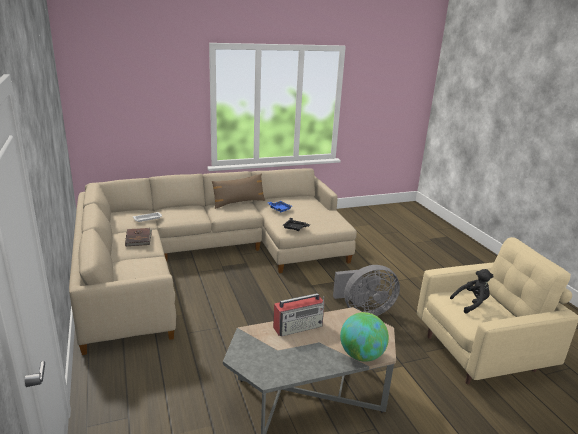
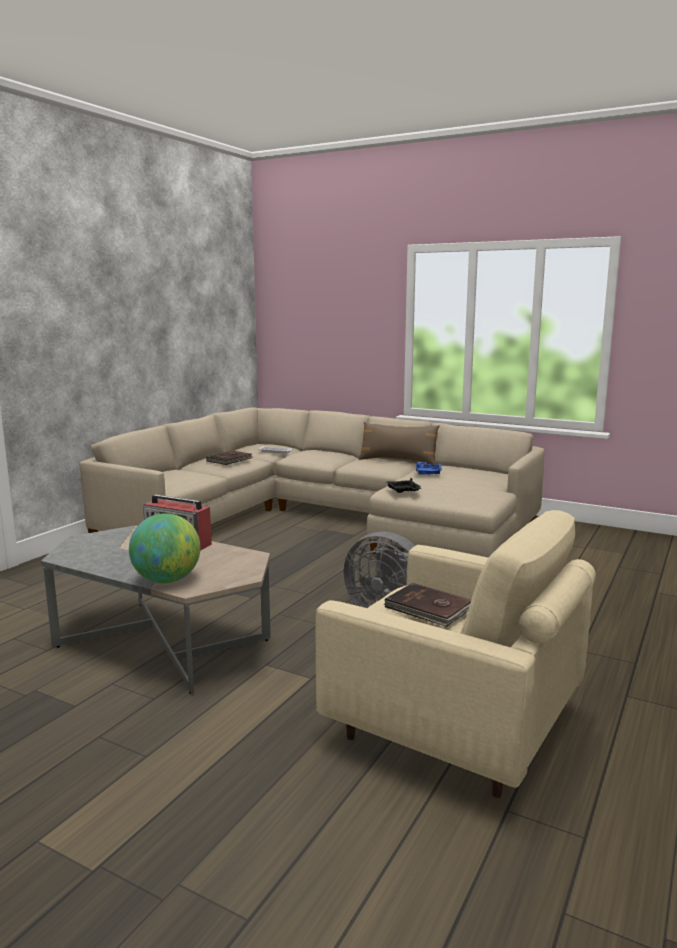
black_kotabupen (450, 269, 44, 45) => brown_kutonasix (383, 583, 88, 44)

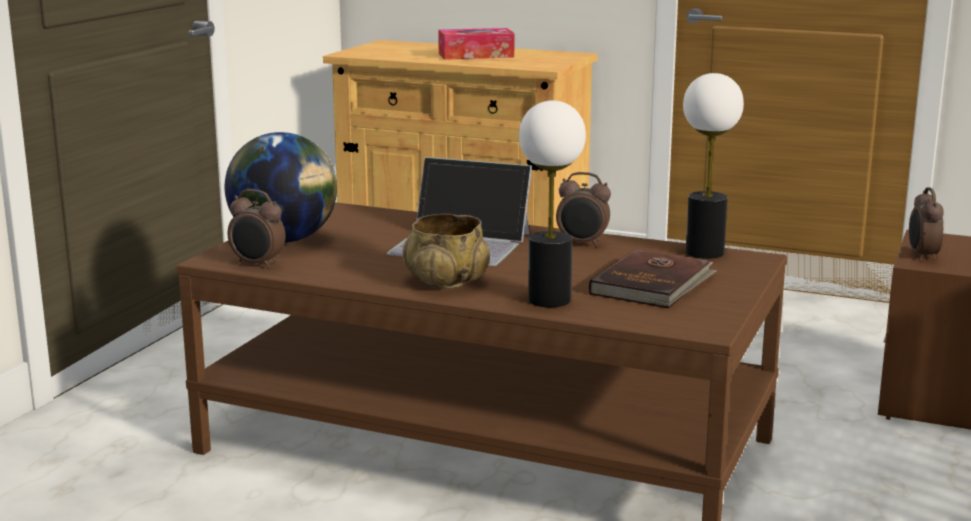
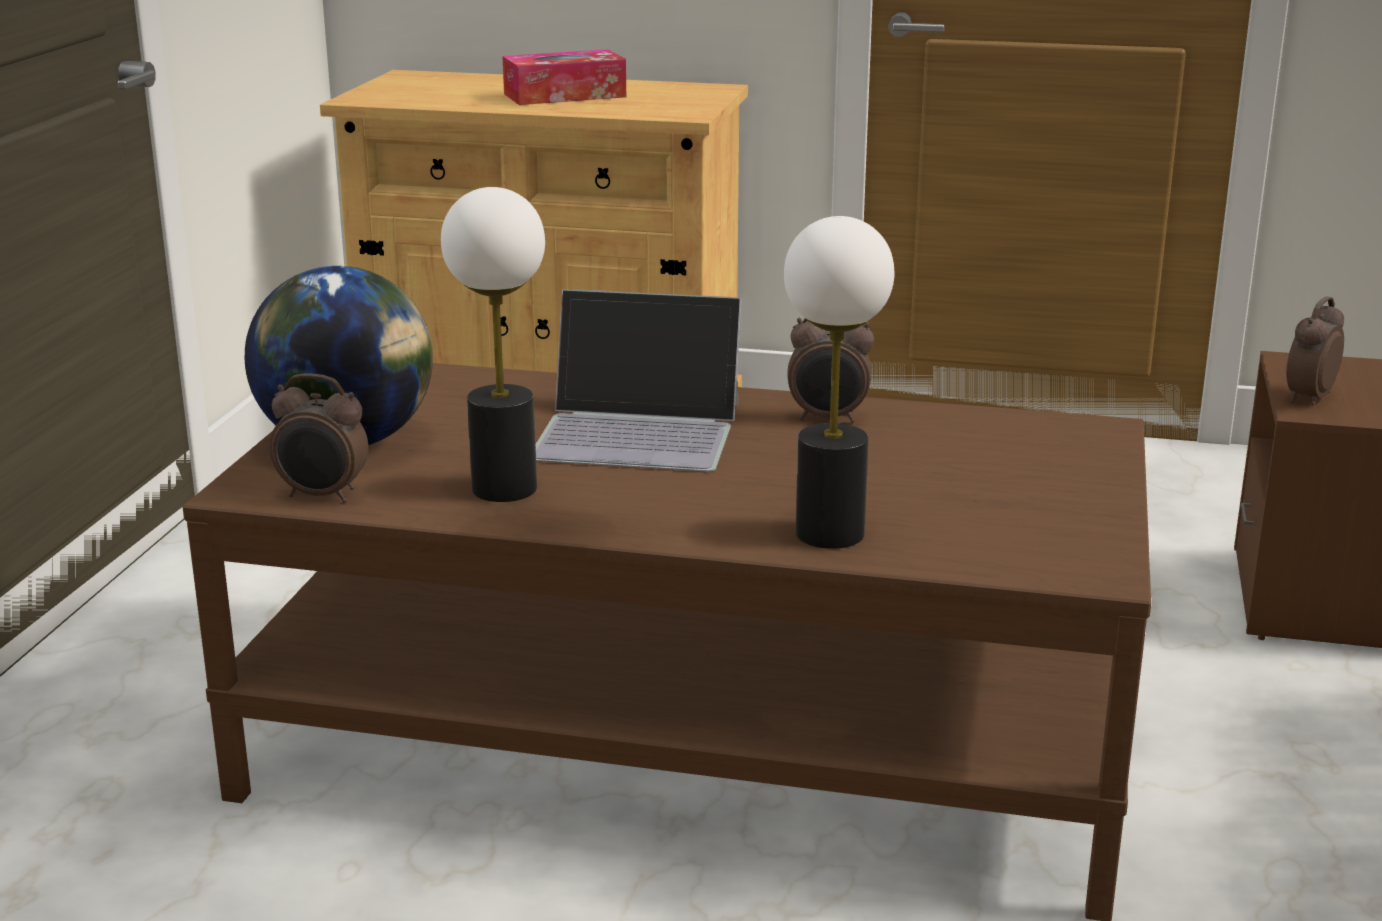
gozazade (683, 73, 61, 186) => gozazade (441, 187, 104, 315), relocated
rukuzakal (909, 187, 35, 74) => rukuzakal (1286, 296, 58, 109), 45 degrees clockwise
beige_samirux (403, 214, 87, 74) => nothing
brown_kutonasix (589, 249, 128, 59) => nothing

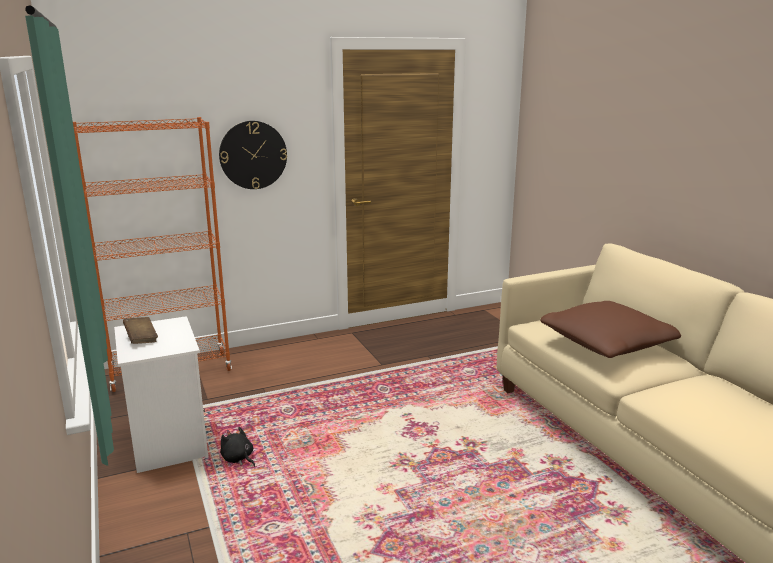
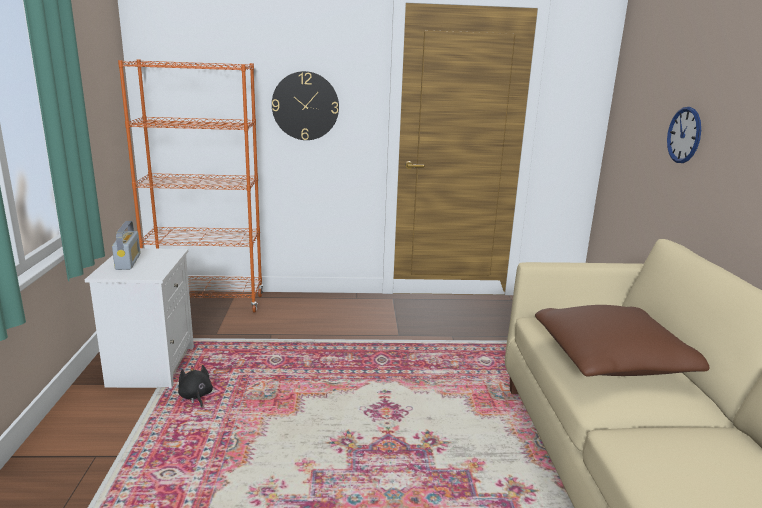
brown_kutonasix (123, 317, 35, 27) => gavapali (112, 221, 29, 49)
nothing => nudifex (667, 107, 34, 56)

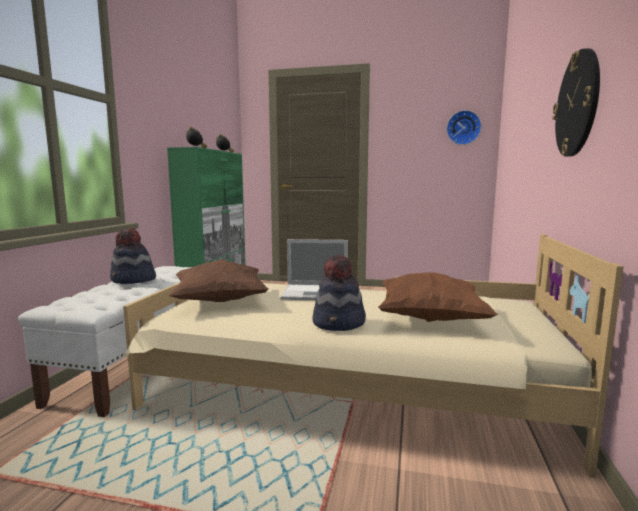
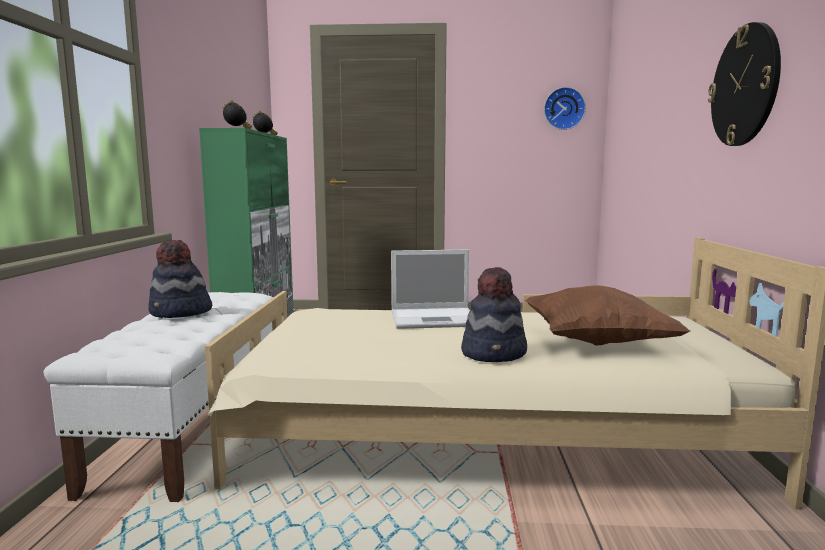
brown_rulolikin (168, 259, 100, 43) => nothing

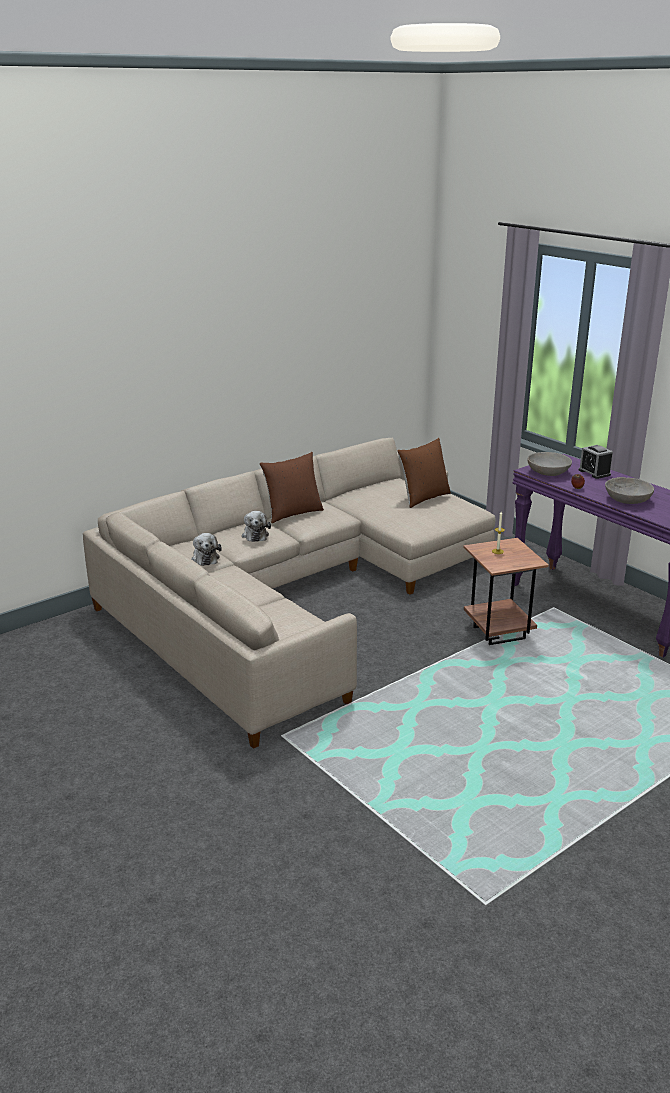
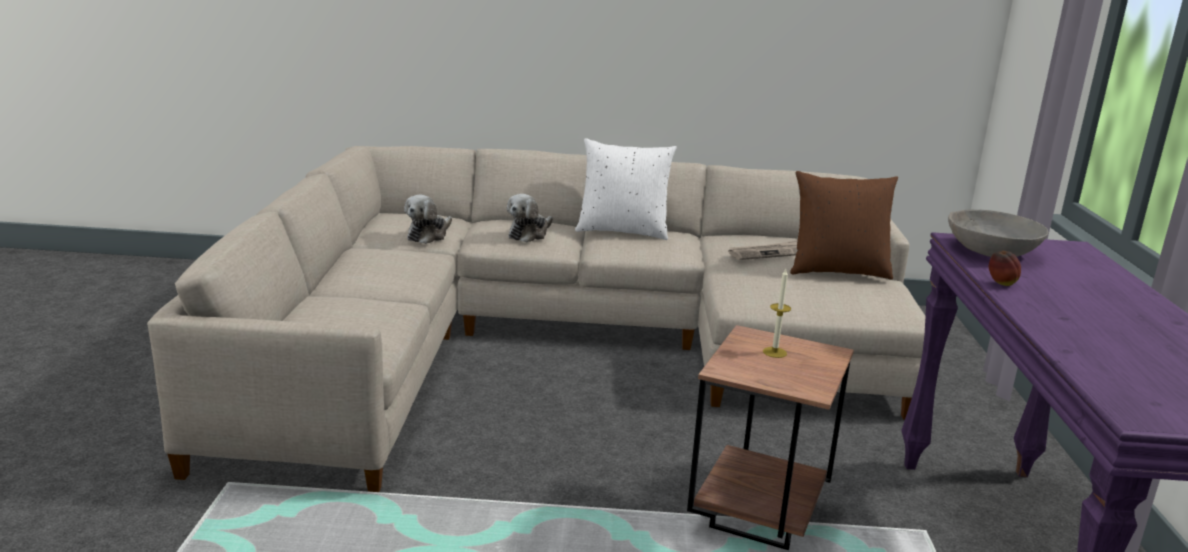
rukuzakal (579, 445, 34, 34) => nothing
brown_rulolikin (260, 452, 64, 71) => white_rulolikin (575, 138, 102, 102)
grey_samirux (605, 477, 49, 27) => nothing
nothing => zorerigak (728, 240, 69, 20)

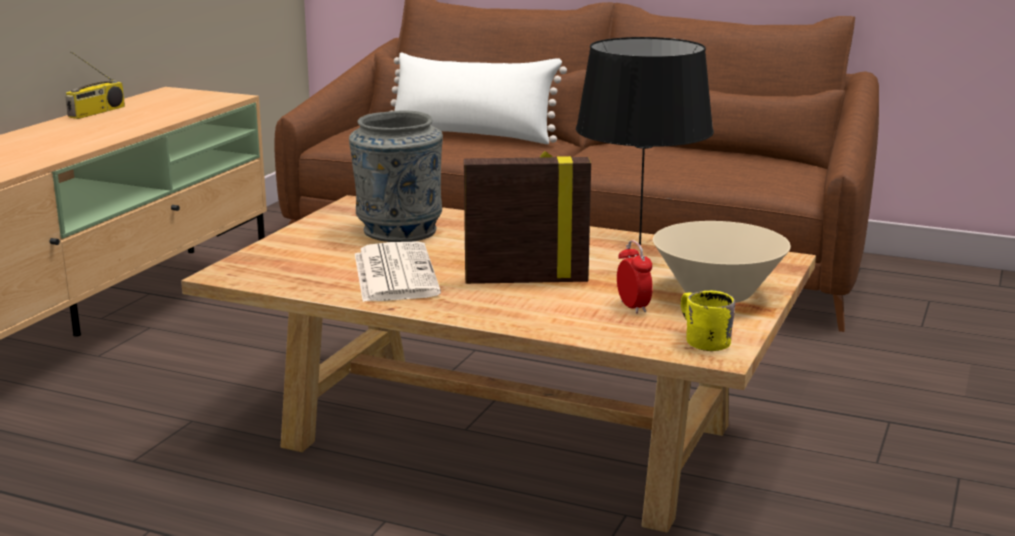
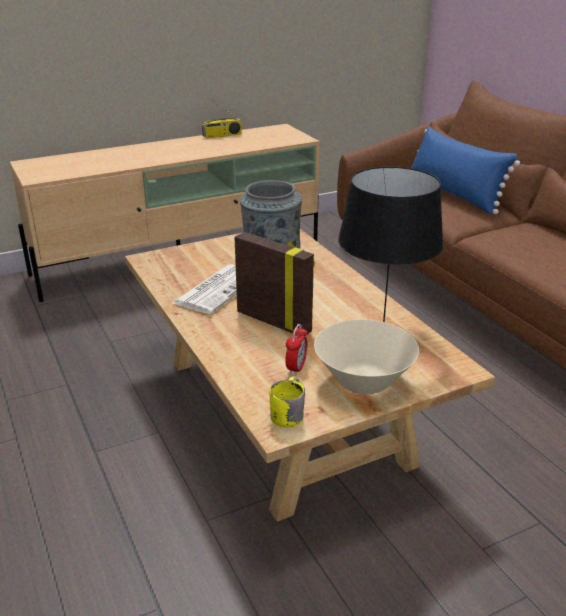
white_rulolikin (391, 52, 176, 92) => blue_rulolikin (411, 126, 109, 89)

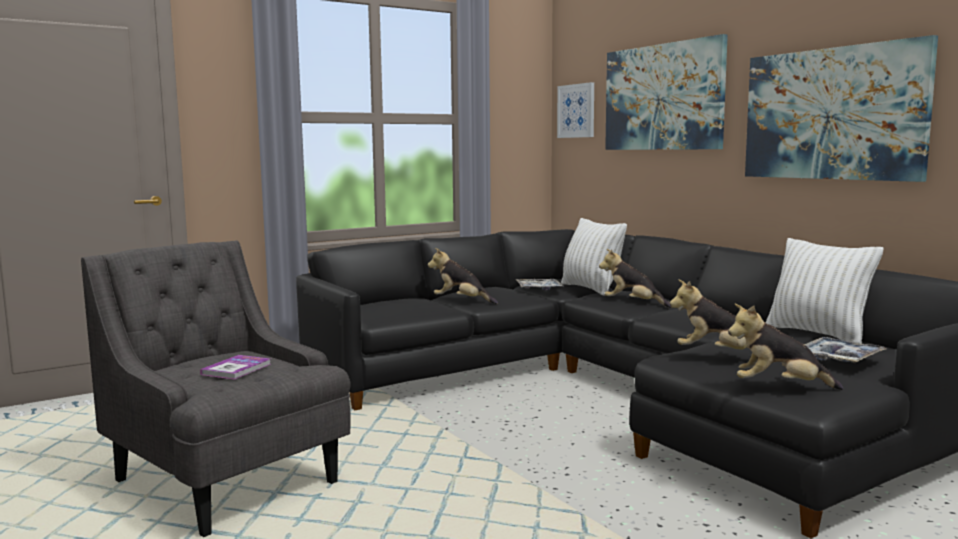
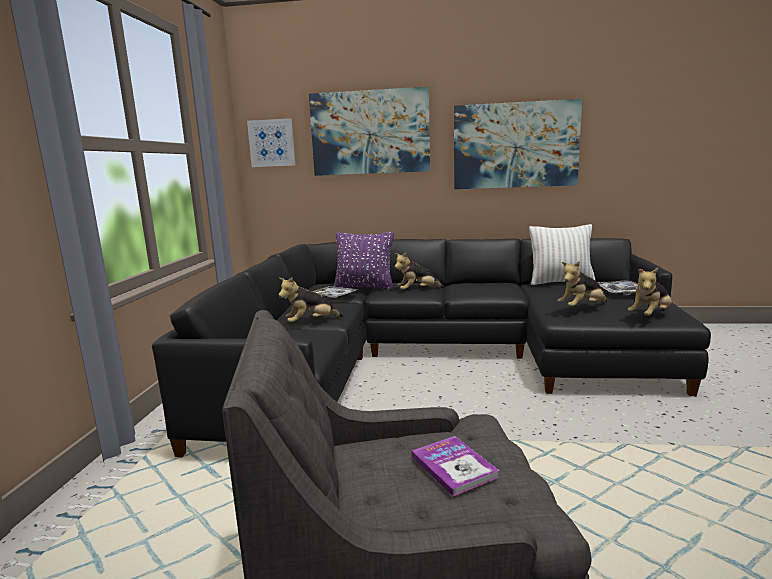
white_rulolikin (561, 218, 66, 78) => purple_rulolikin (334, 232, 60, 58)

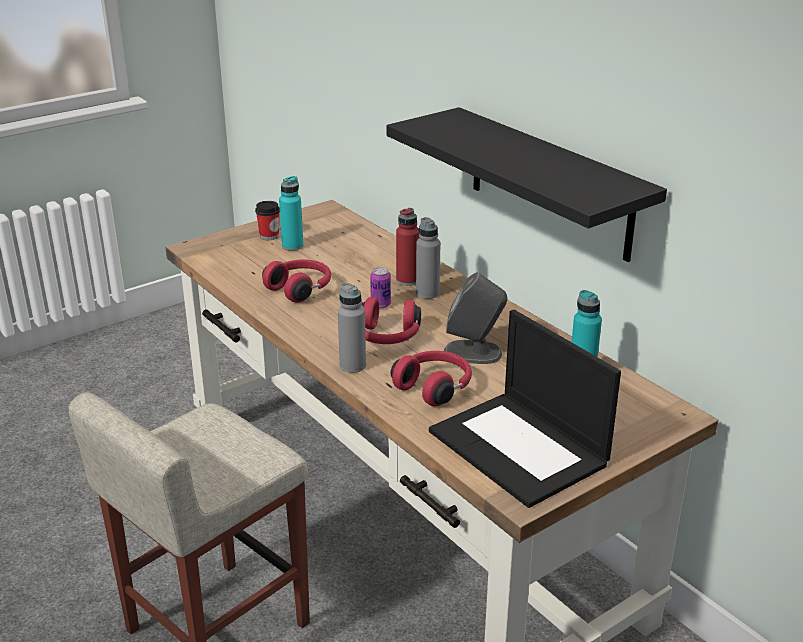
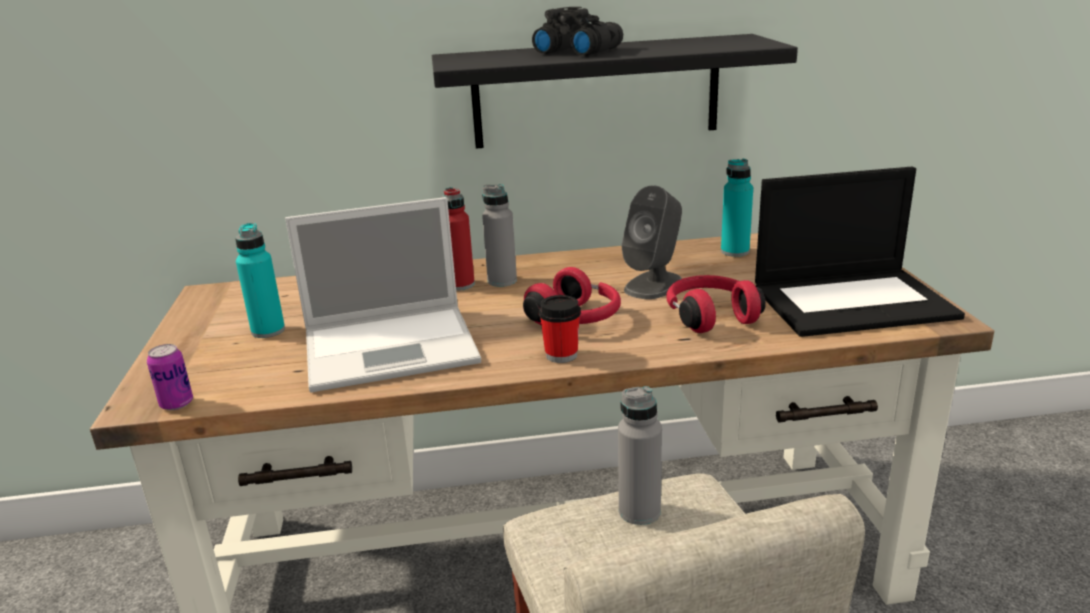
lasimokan (255, 201, 25, 39) => lasimokan (539, 295, 42, 68), relocated
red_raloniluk (262, 260, 69, 43) => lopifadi (285, 197, 196, 195)
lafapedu (370, 267, 21, 41) => lafapedu (147, 344, 46, 66), relocated
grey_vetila (338, 283, 28, 90) => grey_vetila (618, 386, 44, 139), relocated
nothing => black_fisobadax (532, 7, 91, 49)

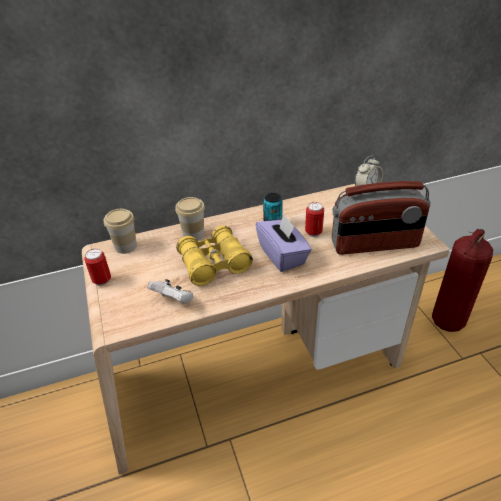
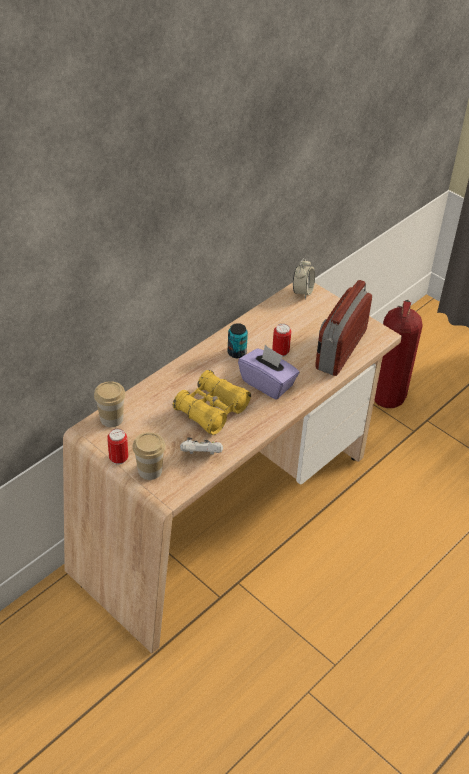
gavapali (332, 181, 98, 74) => gavapali (315, 280, 57, 96), 150 degrees clockwise
lasimokan (175, 197, 30, 44) => lasimokan (132, 432, 34, 48), relocated

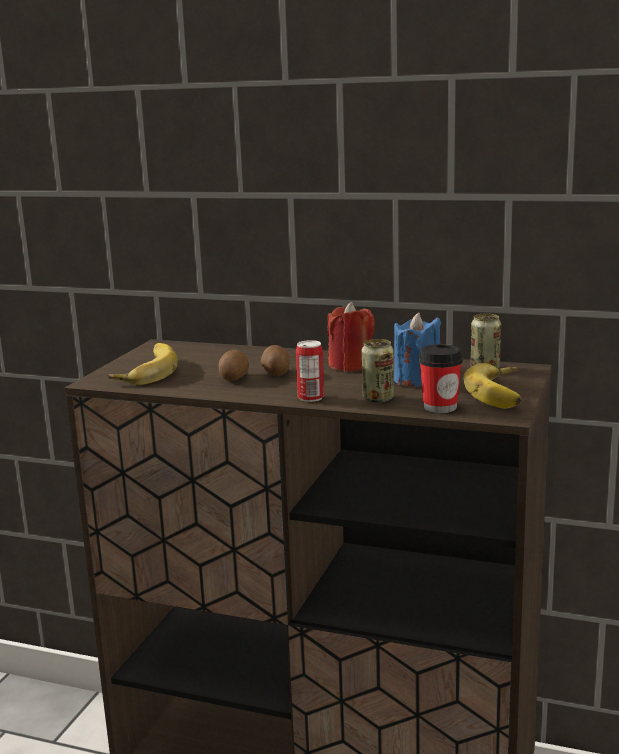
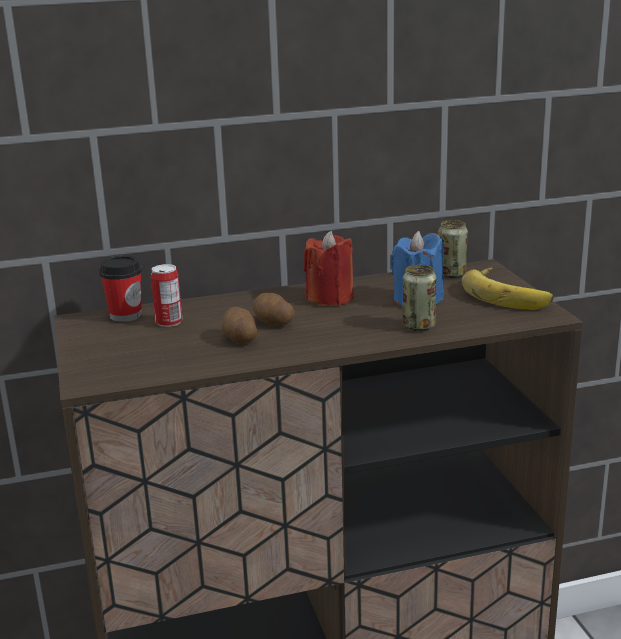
lafapedu (296, 340, 28, 62) => lafapedu (151, 264, 31, 63), relocated
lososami (107, 343, 71, 42) => nothing
lasimokan (419, 344, 44, 69) => lasimokan (99, 255, 43, 67), relocated

